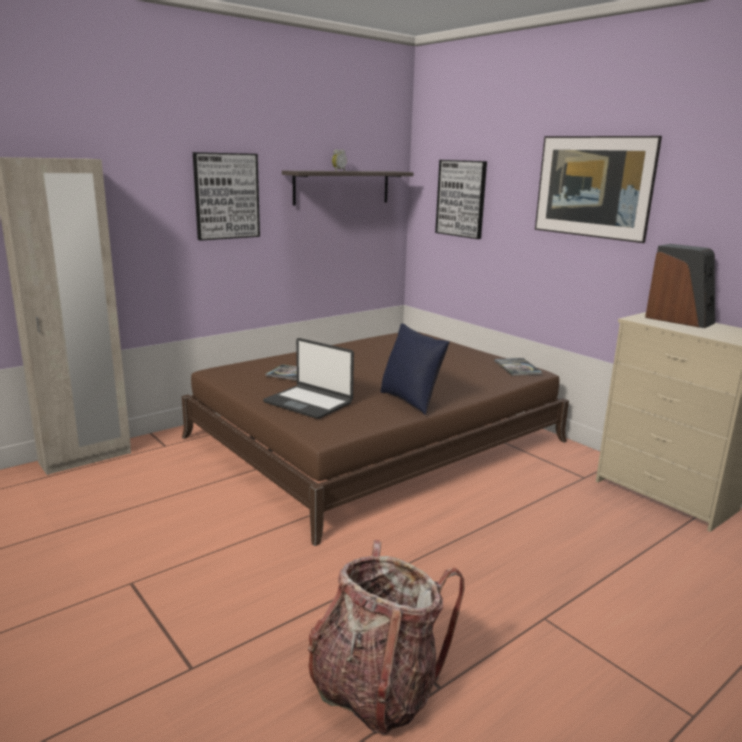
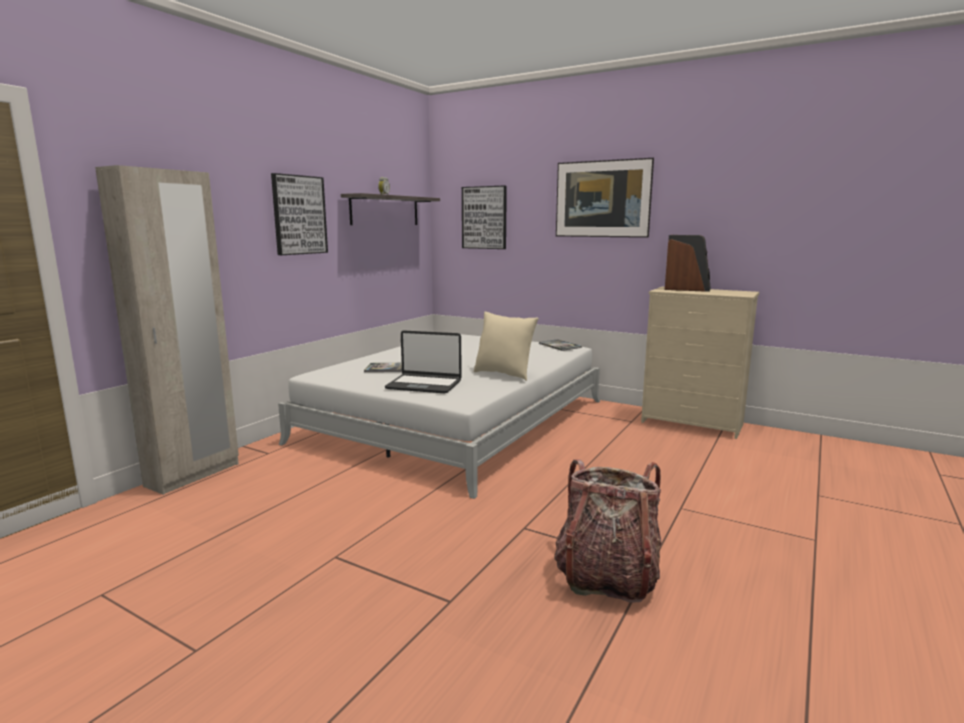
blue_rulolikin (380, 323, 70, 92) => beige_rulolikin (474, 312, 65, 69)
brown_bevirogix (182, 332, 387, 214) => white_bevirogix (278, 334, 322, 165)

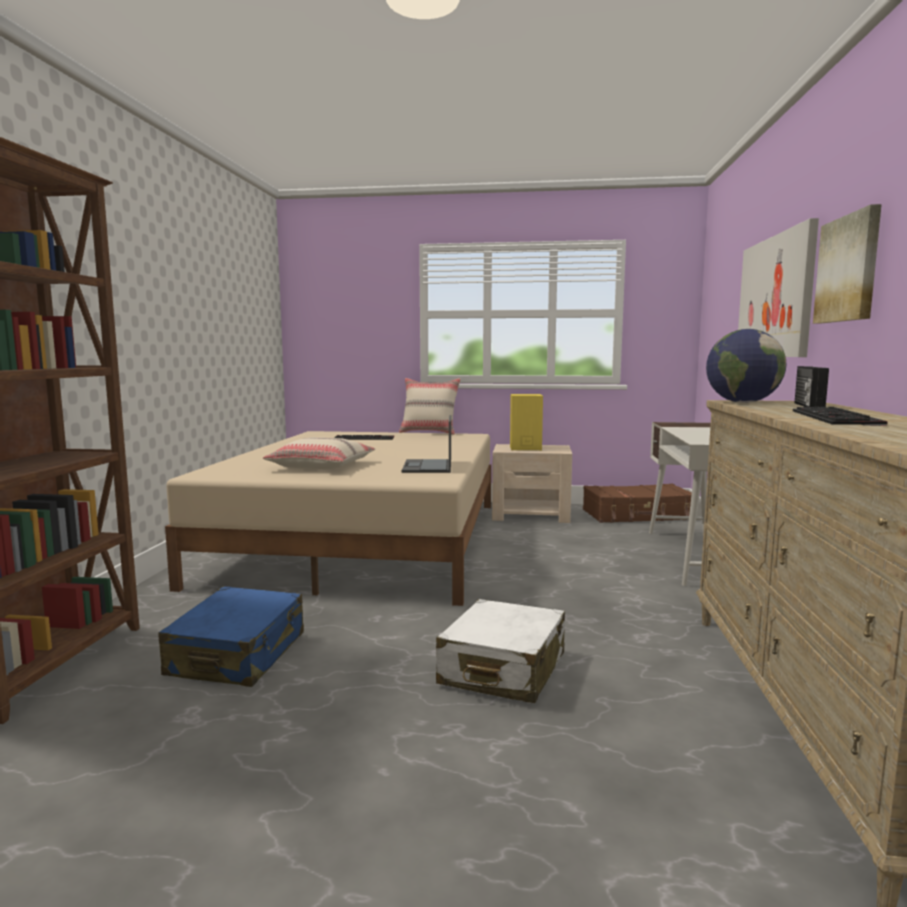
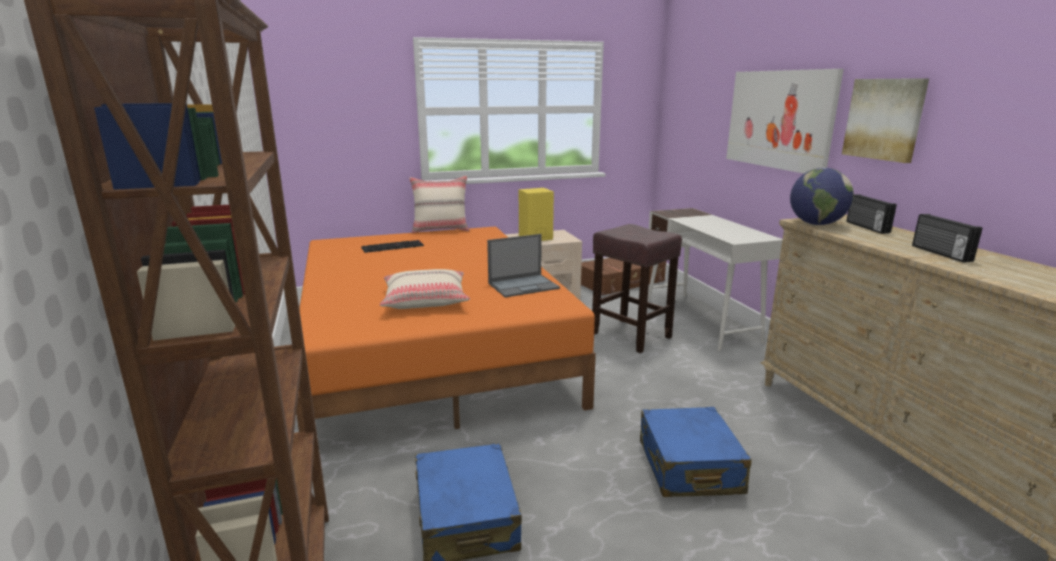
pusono (793, 407, 95, 19) => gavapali (912, 214, 71, 49)
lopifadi (402, 415, 49, 58) => lopifadi (487, 234, 73, 63), 90 degrees counterclockwise
beige_bevirogix (165, 431, 326, 175) => orange_bevirogix (296, 227, 300, 205)
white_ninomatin (436, 599, 129, 104) => blue_ninomatin (640, 407, 112, 90)
nothing => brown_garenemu (592, 224, 90, 129)

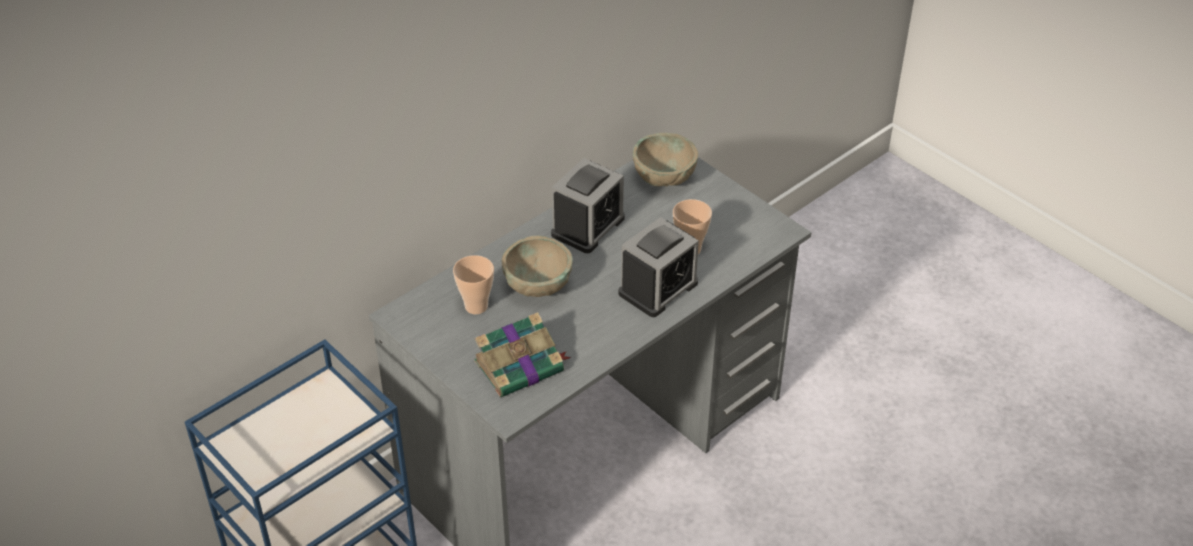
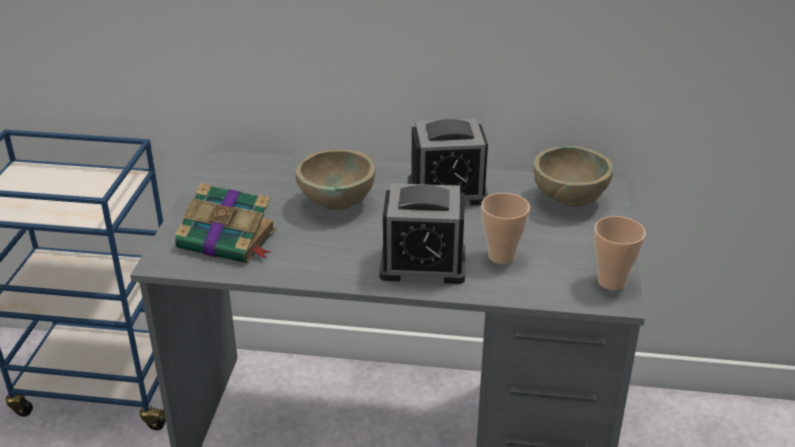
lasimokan (453, 255, 41, 59) => lasimokan (594, 216, 52, 74), relocated

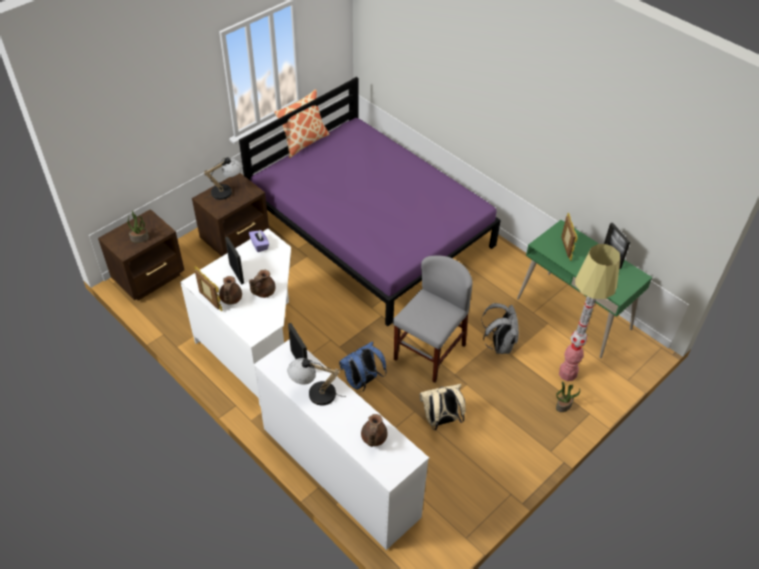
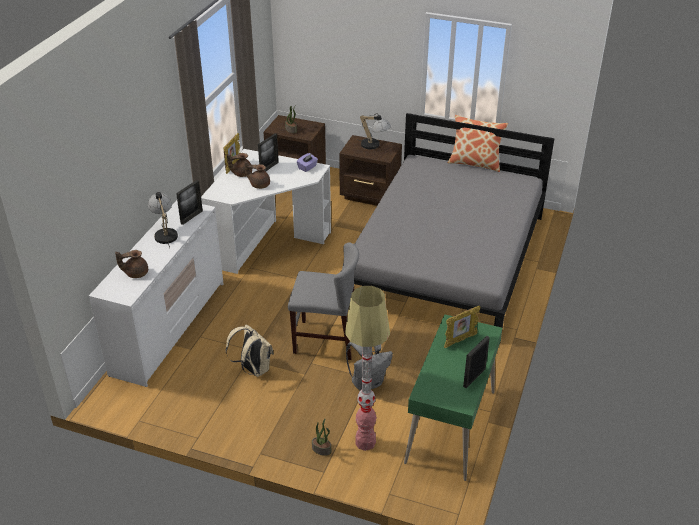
purple_bevirogix (239, 77, 262, 249) => grey_bevirogix (341, 113, 214, 229)
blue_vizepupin (339, 341, 48, 51) => nothing

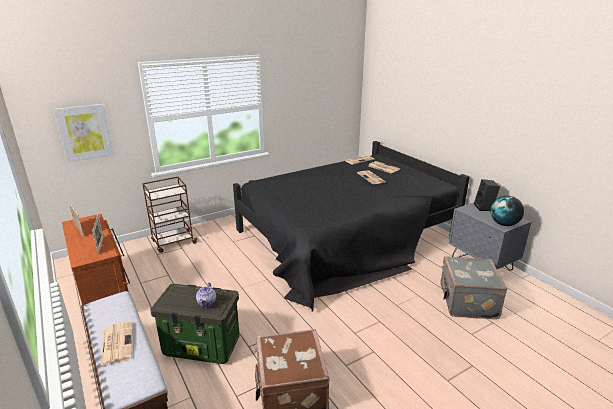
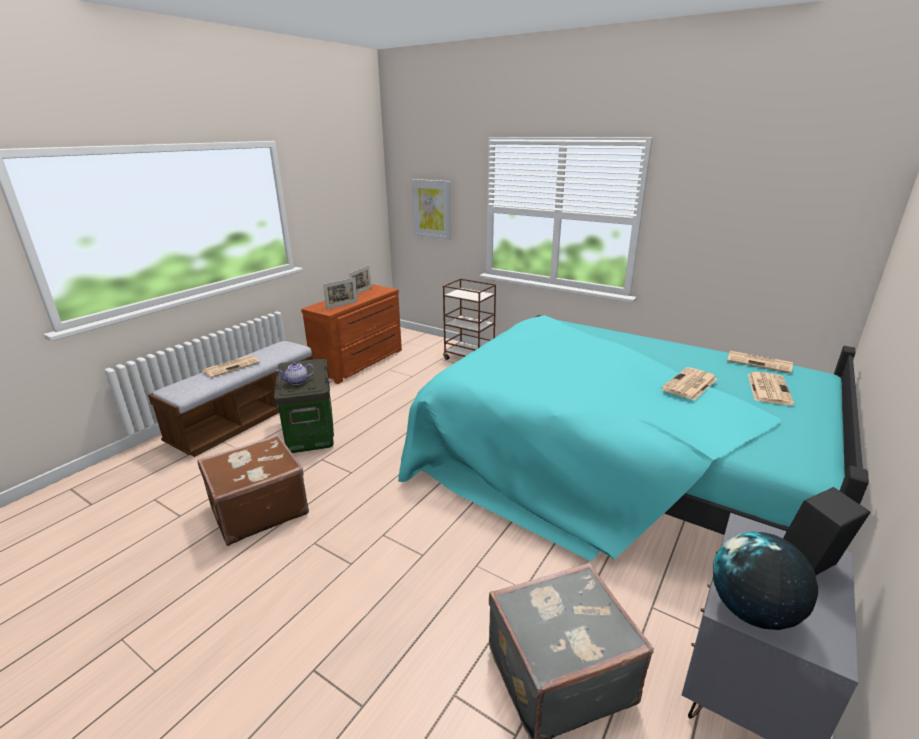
black_bevirogix (233, 141, 237, 170) => turquoise_bevirogix (398, 315, 471, 246)

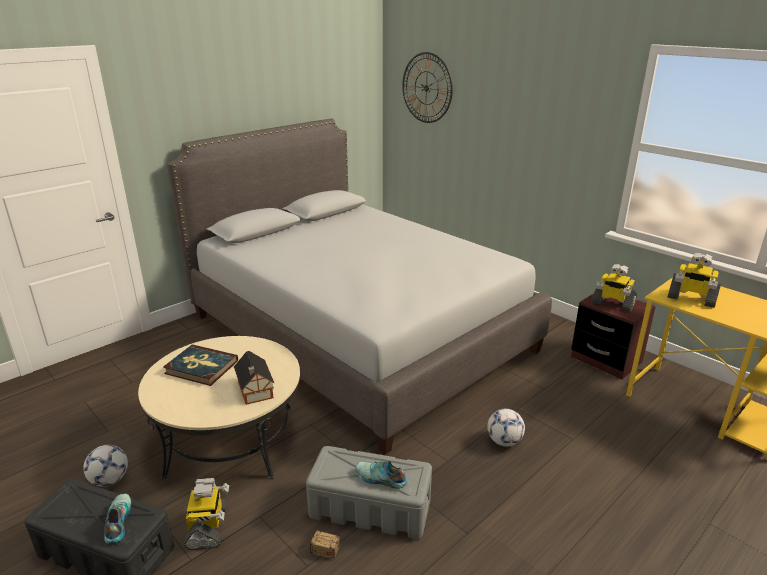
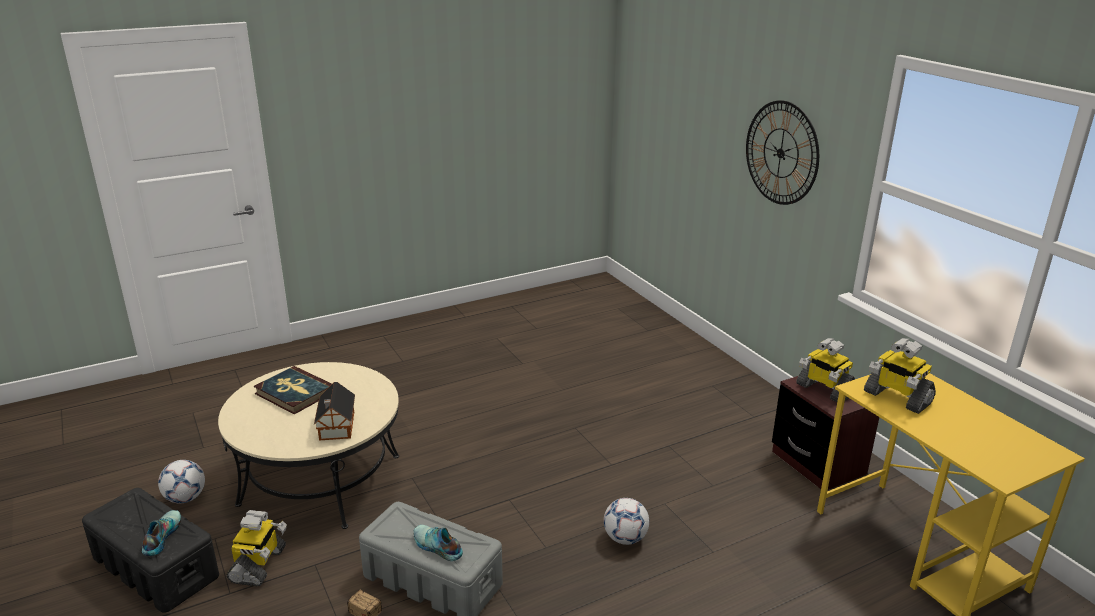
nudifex (402, 52, 51, 71) => nudifex (746, 100, 73, 105), relocated
grey_bevirogix (167, 118, 385, 337) => nothing

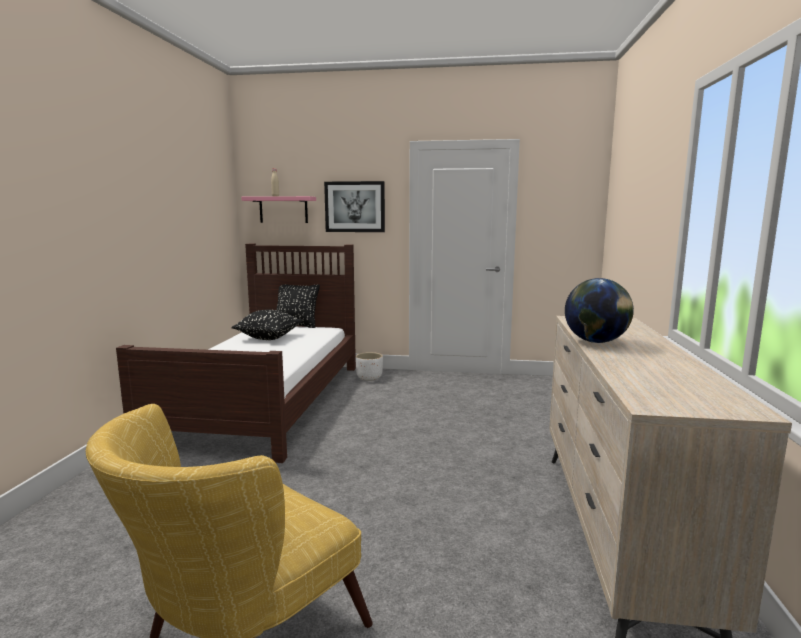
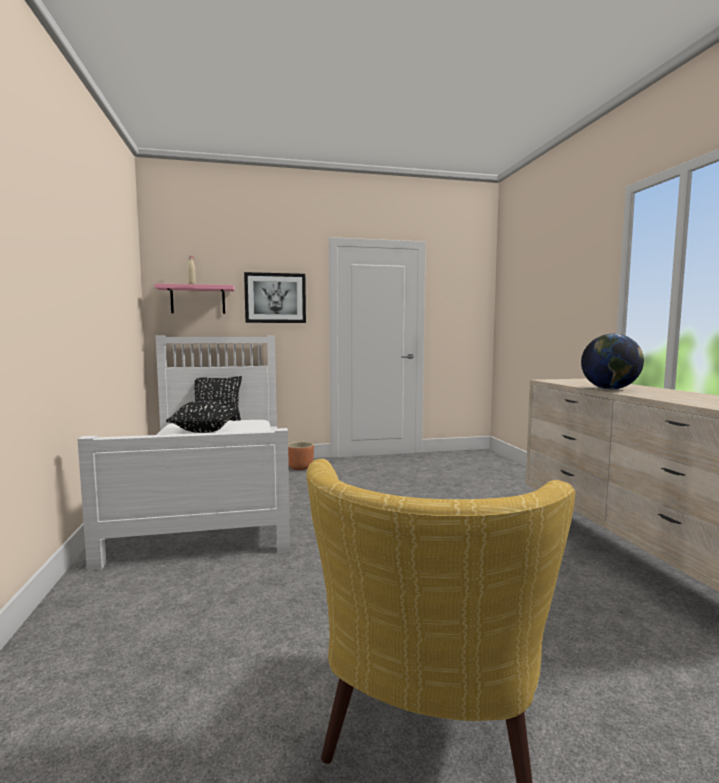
brown_bevirogix (116, 244, 240, 219) => white_bevirogix (78, 335, 212, 236)
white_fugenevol (356, 352, 27, 29) => brown_fugenevol (288, 442, 26, 28)

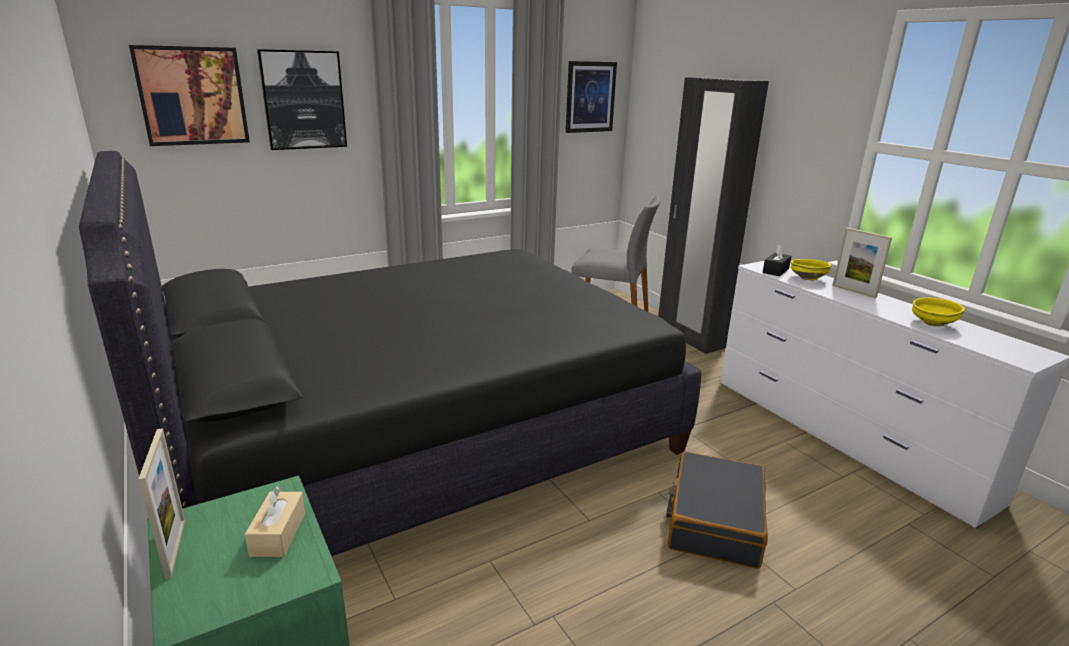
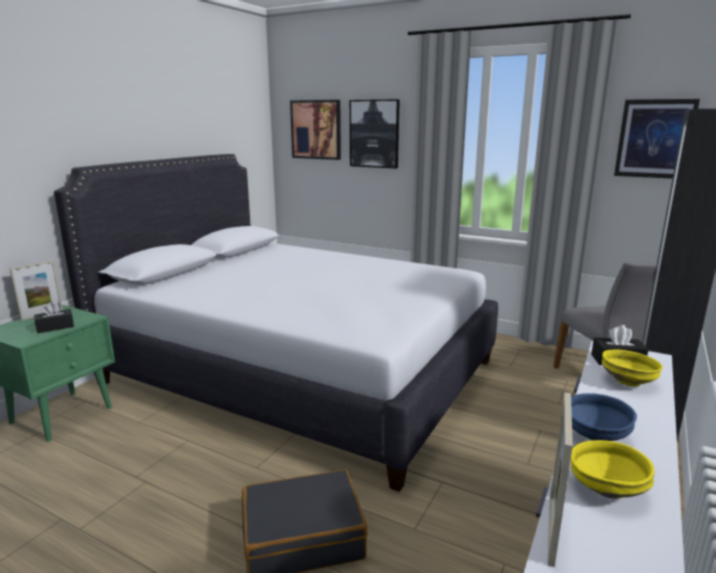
black_bevirogix (79, 151, 622, 405) => white_bevirogix (54, 154, 444, 338)
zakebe (832, 228, 60, 70) => zakebe (548, 392, 25, 175), relocated
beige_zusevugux (245, 486, 60, 71) => black_zusevugux (34, 302, 40, 31)
nothing => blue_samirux (571, 393, 66, 48)

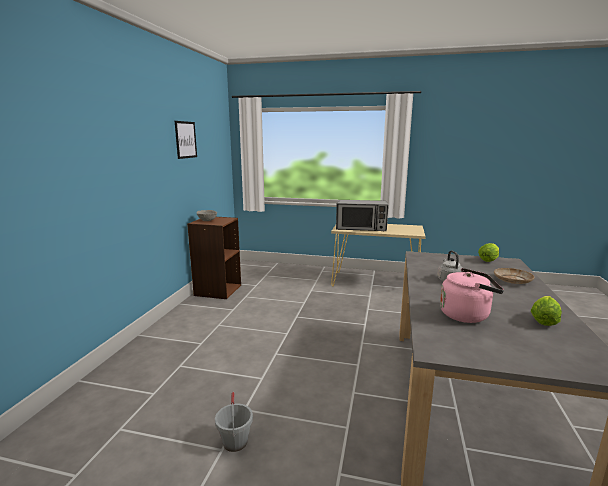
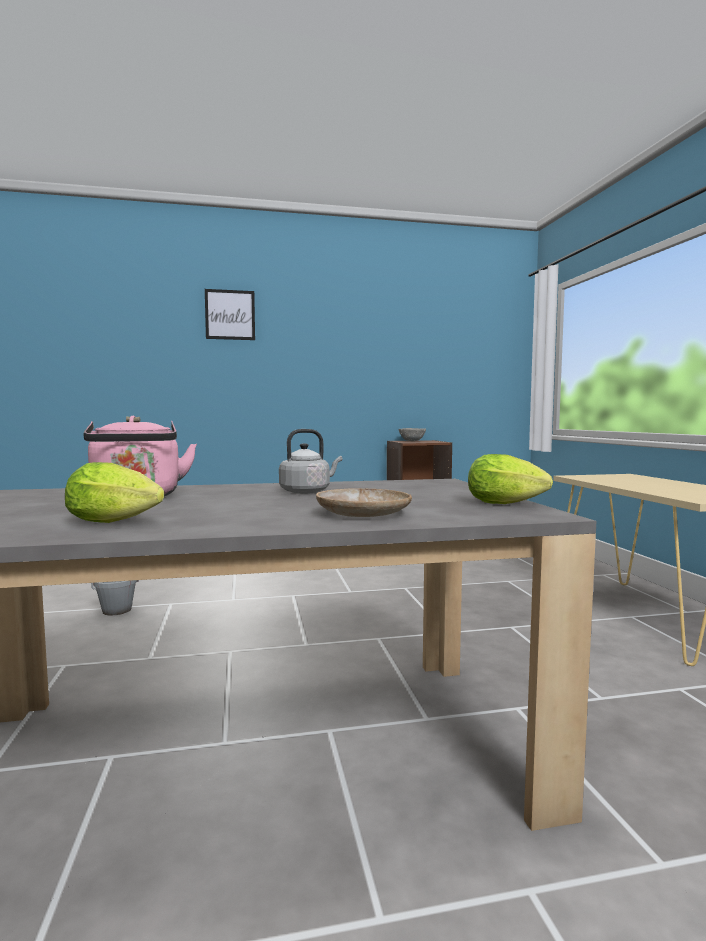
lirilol (175, 121, 22, 38) => lirilol (205, 289, 50, 51), relocated
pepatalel (336, 200, 52, 31) => nothing

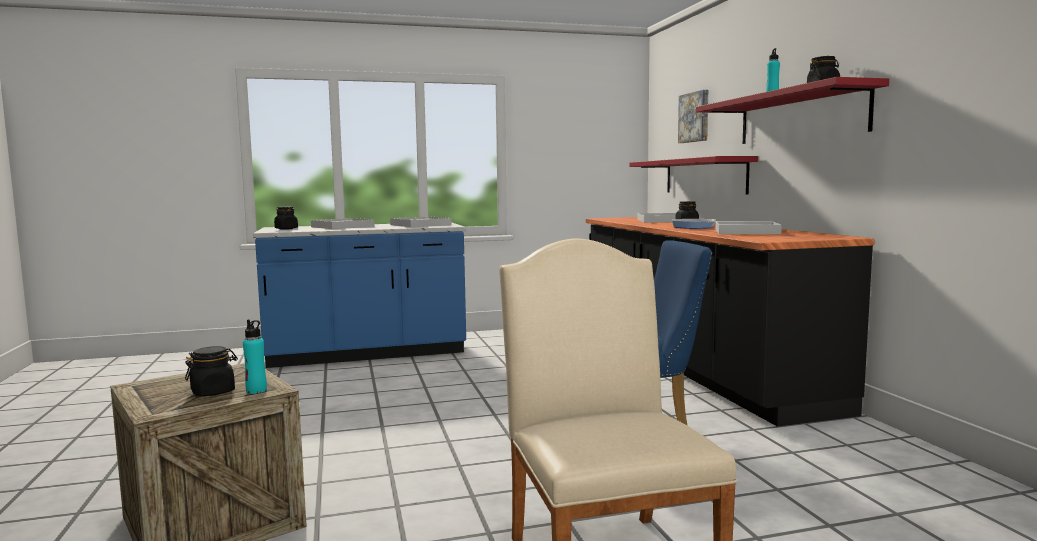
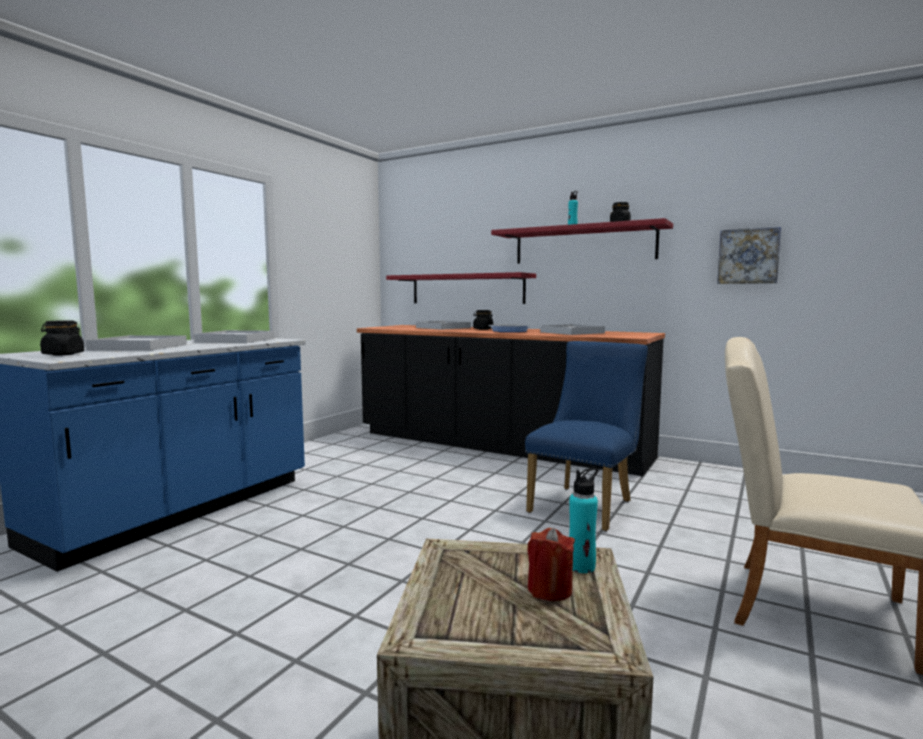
lirilol (678, 90, 30, 53) => lirilol (717, 227, 64, 57), relocated
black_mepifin (185, 346, 53, 51) => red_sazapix (527, 528, 48, 73)

